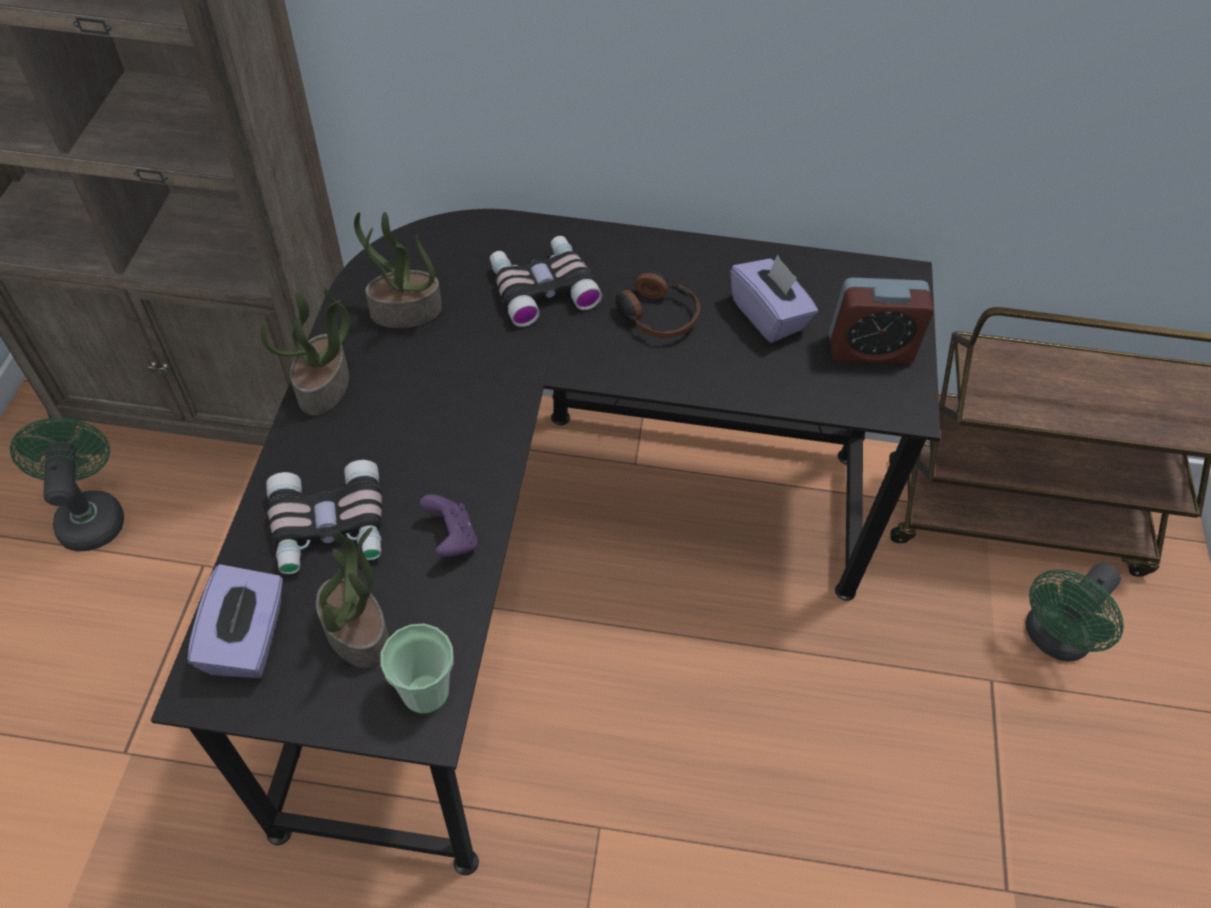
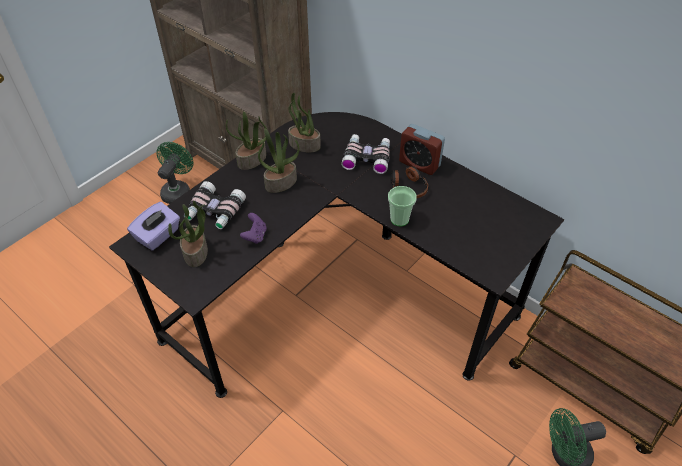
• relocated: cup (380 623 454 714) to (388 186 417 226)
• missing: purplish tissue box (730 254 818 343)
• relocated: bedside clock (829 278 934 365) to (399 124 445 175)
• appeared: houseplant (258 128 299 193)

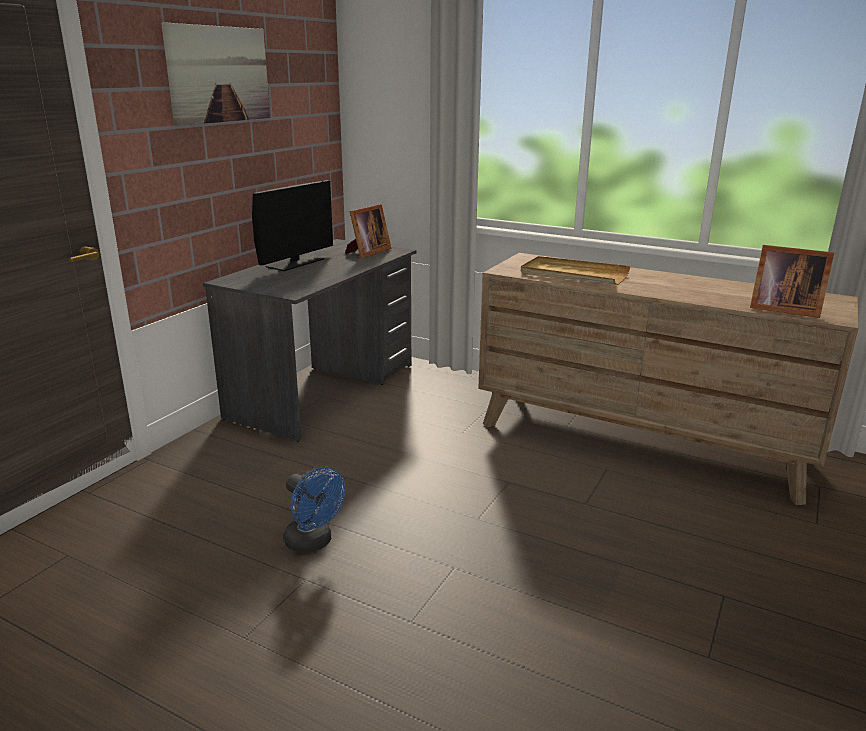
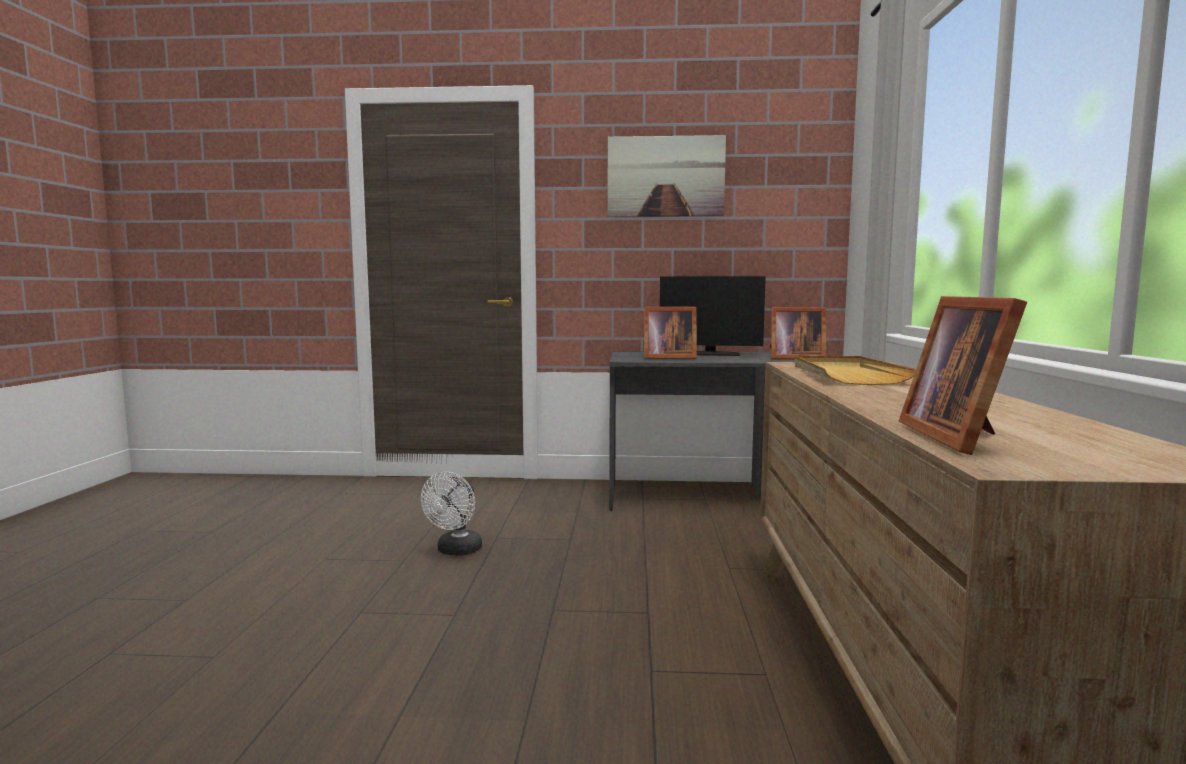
• colour: blue-coloured cooling fan (283 467 345 553) to white-coloured cooling fan (421 472 482 556)
• appeared: picture frame (644 307 697 359)

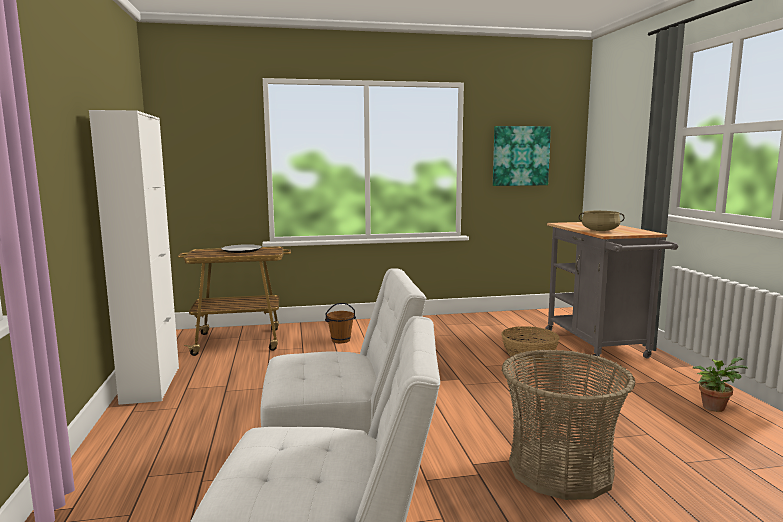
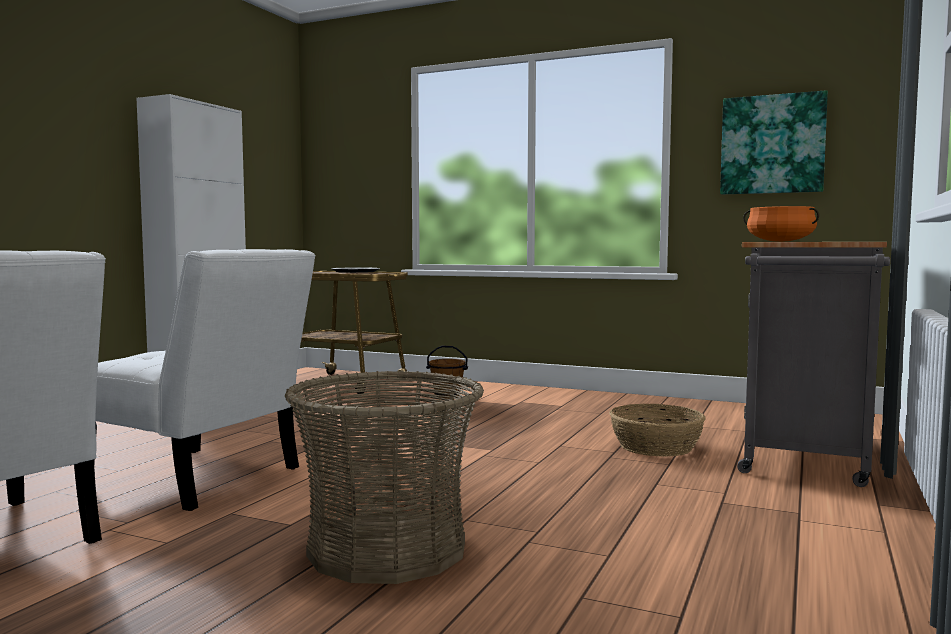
• colour: beige stockpot (579 211 625 231) to orangey stockpot (743 206 819 242)
• missing: houseplant (693 357 748 412)

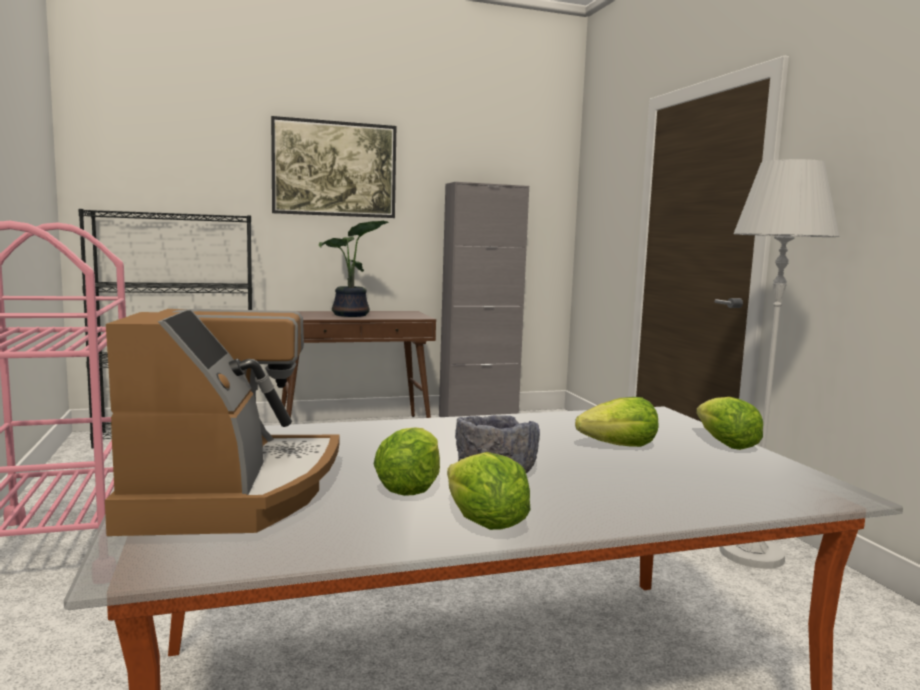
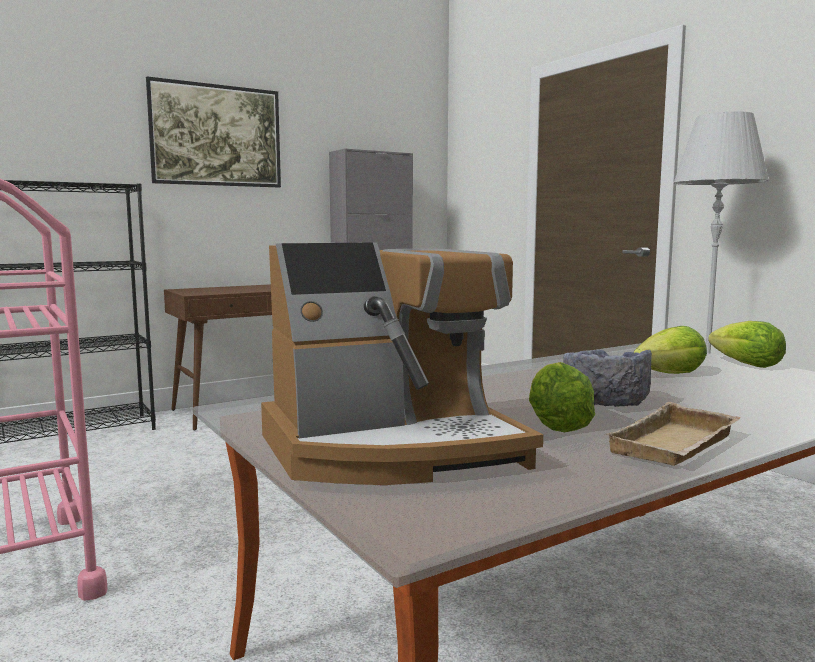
• spun: coffee maker (105 309 340 536) = (261 242 543 485) 90 degrees clockwise
• missing: houseplant (319 221 389 317)
• exchanged: lettuce (447 452 531 530) to beige tray (604 402 741 466)

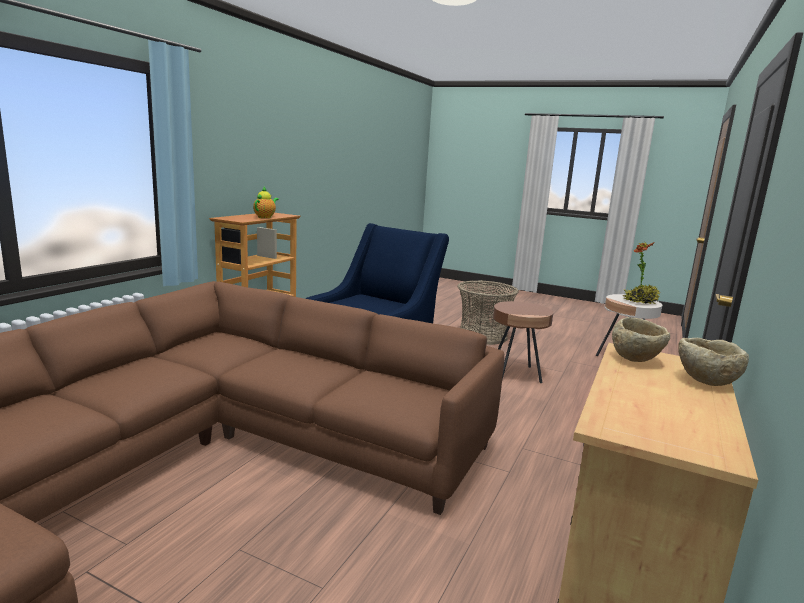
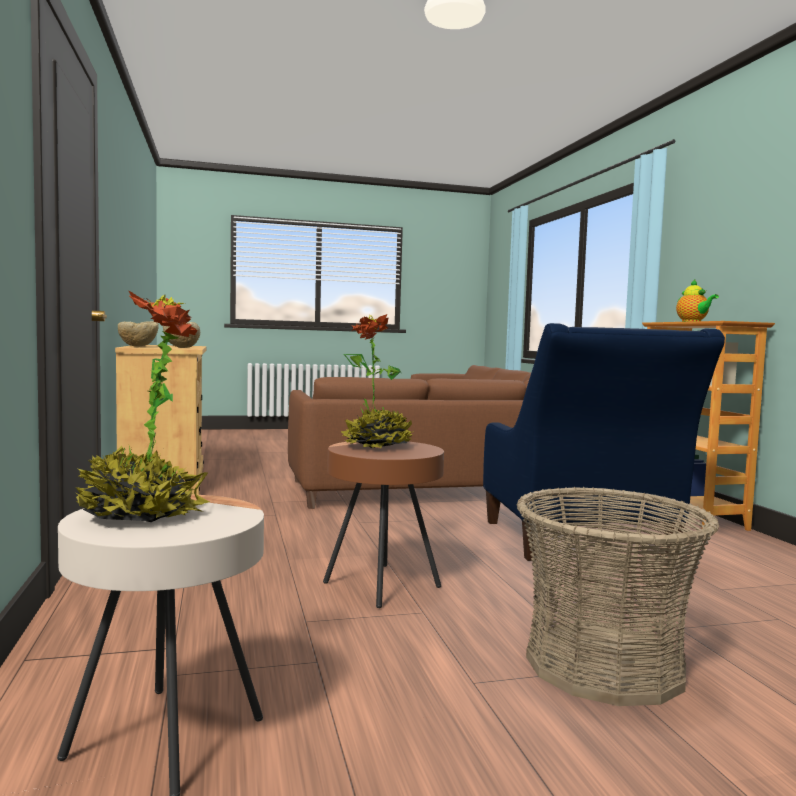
• appeared: houseplant (341 314 414 449)

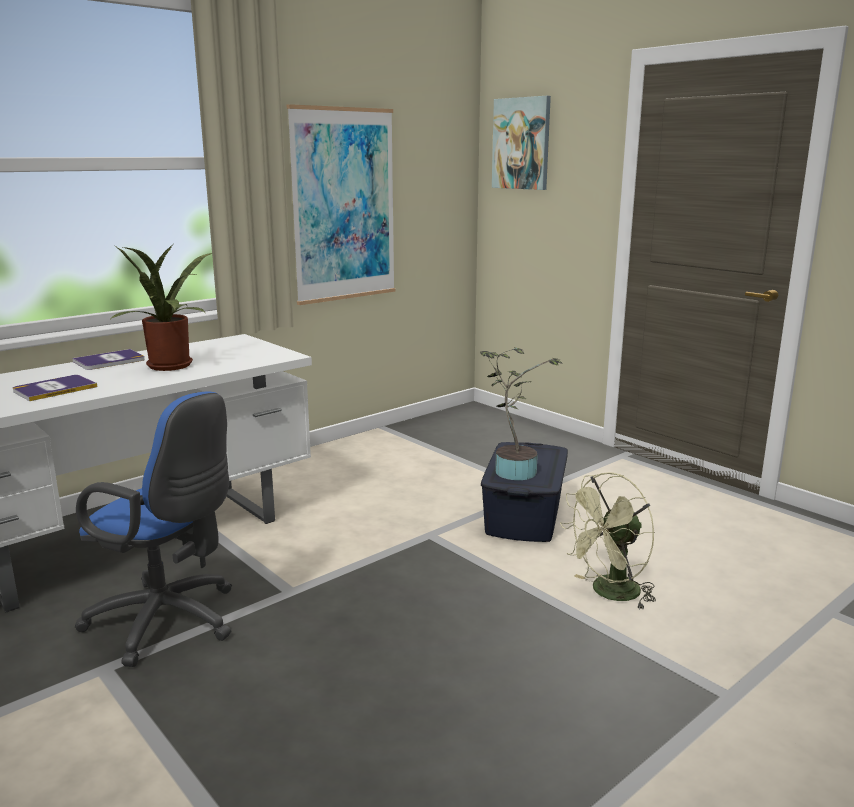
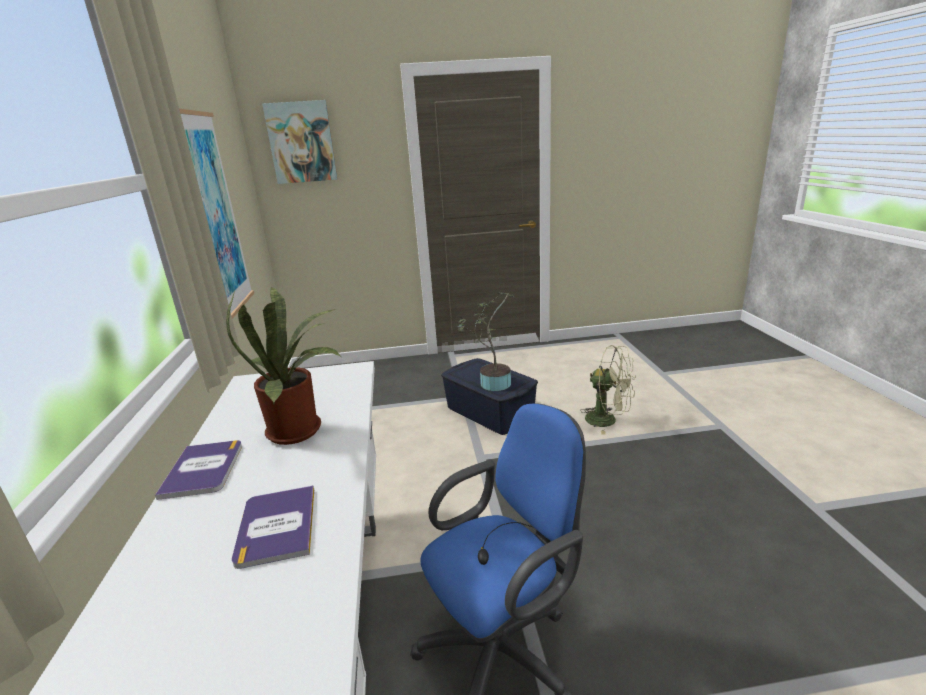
• spun: green-coloured cooling fan (560 472 656 610) = (580 345 636 435) 60 degrees counterclockwise

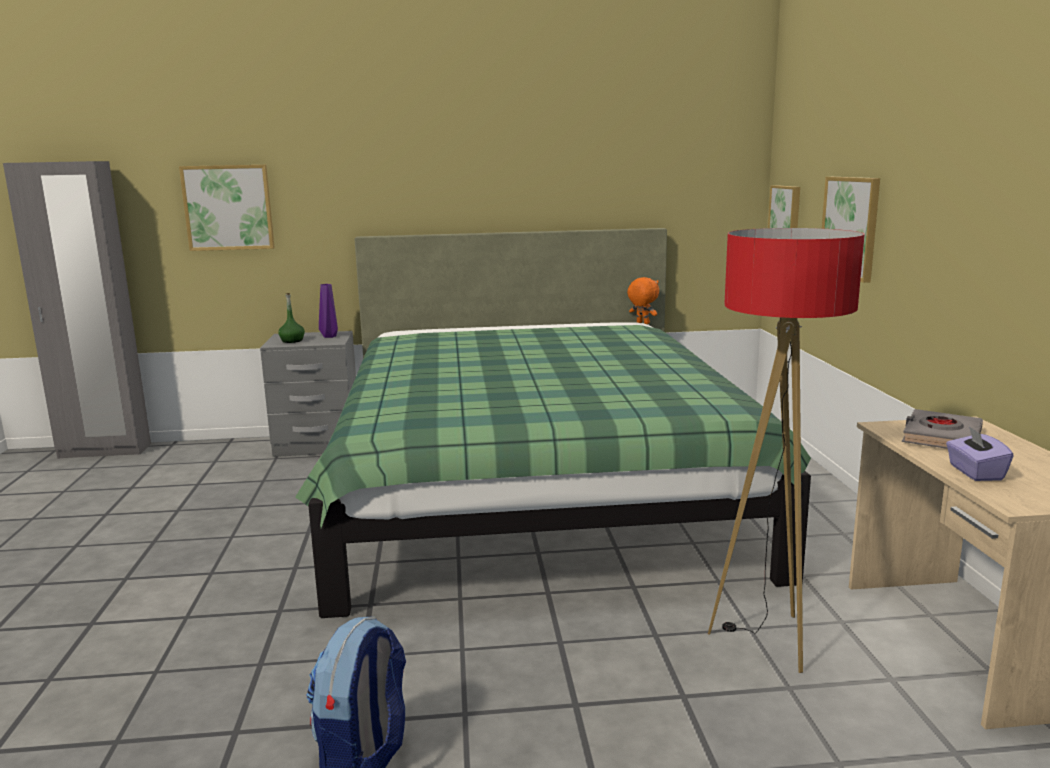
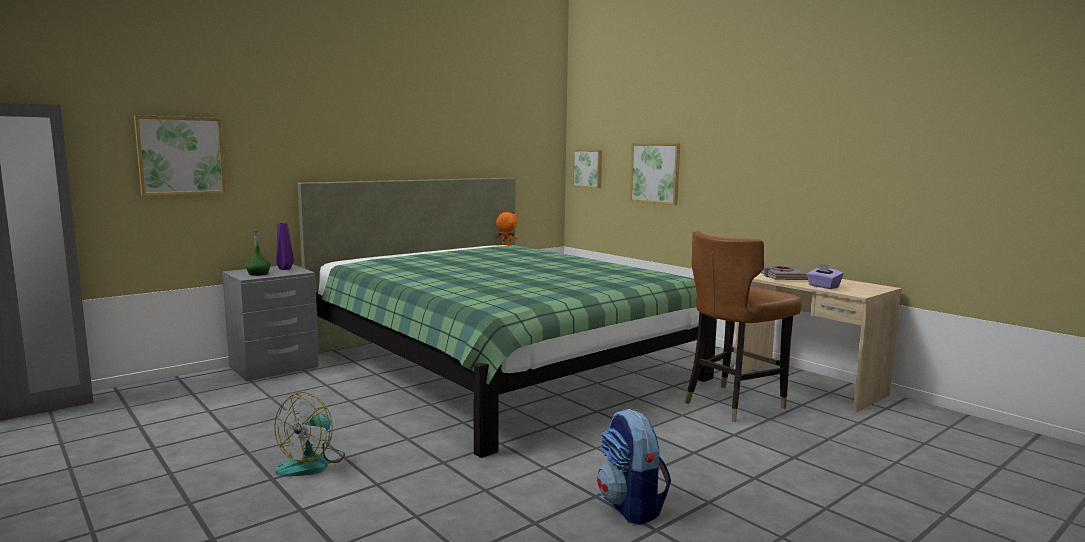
• exchanged: standing lamp (708 228 864 673) to brownish upright chair (685 231 802 422)
• appeared: cooling fan (274 392 345 476)

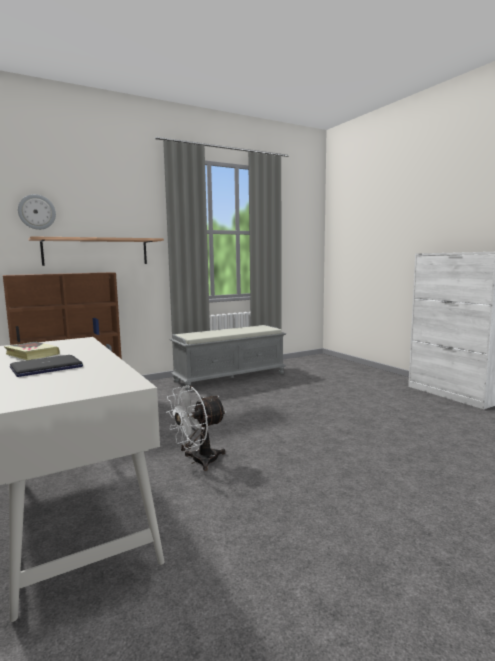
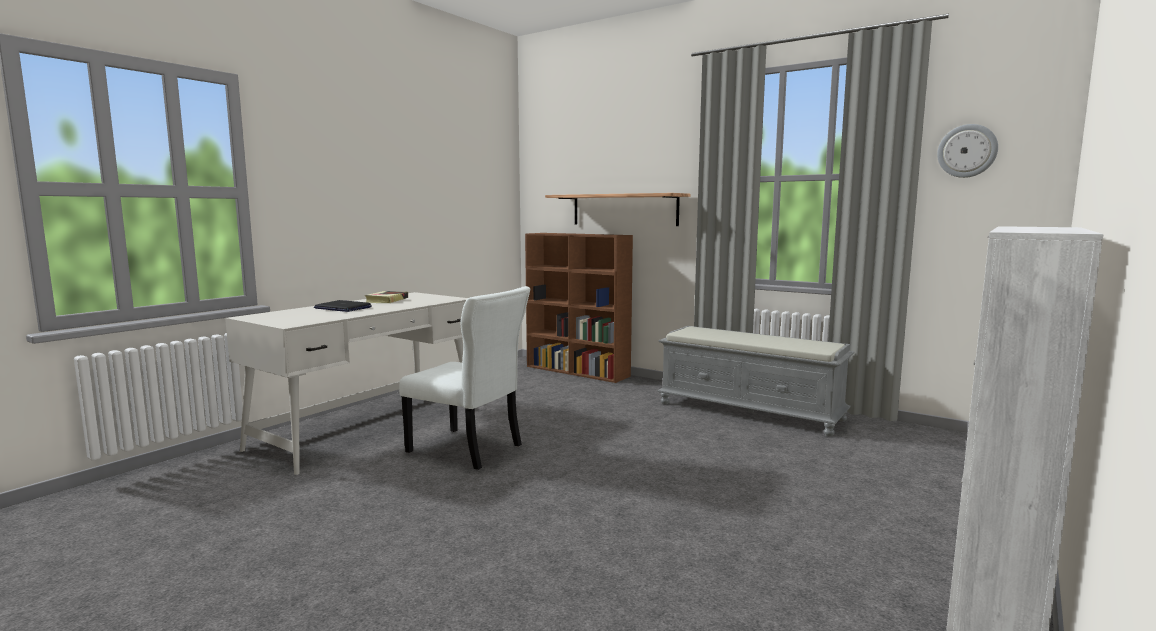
• relocated: clock on the wall (18 194 56 230) to (937 124 998 178)
• exchanged: white-coloured cooling fan (166 385 226 471) to white-coloured upright chair (399 286 530 470)

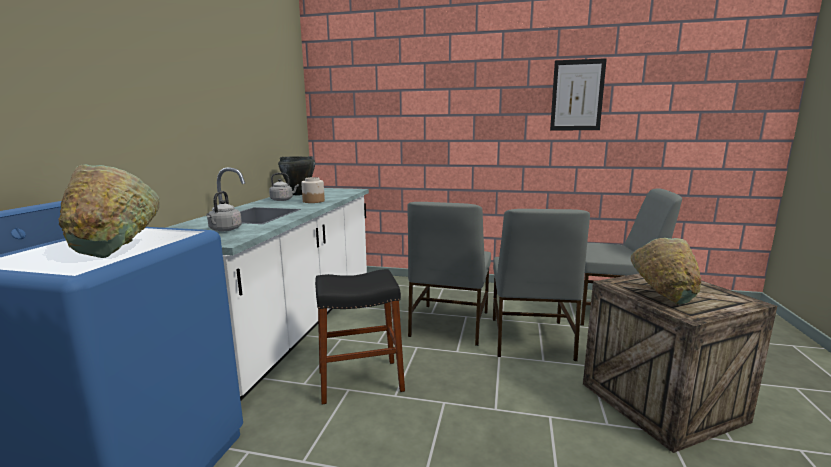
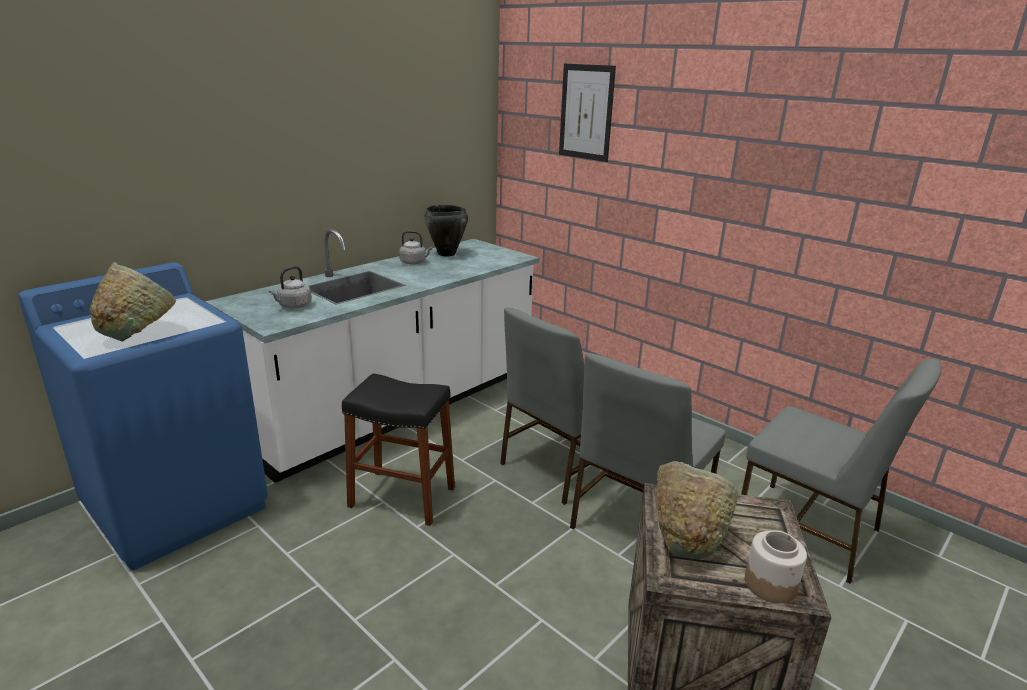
• relocated: preserve jar (301 177 325 203) to (745 531 807 604)
• relocated: wall art (550 58 607 130) to (559 64 616 162)

